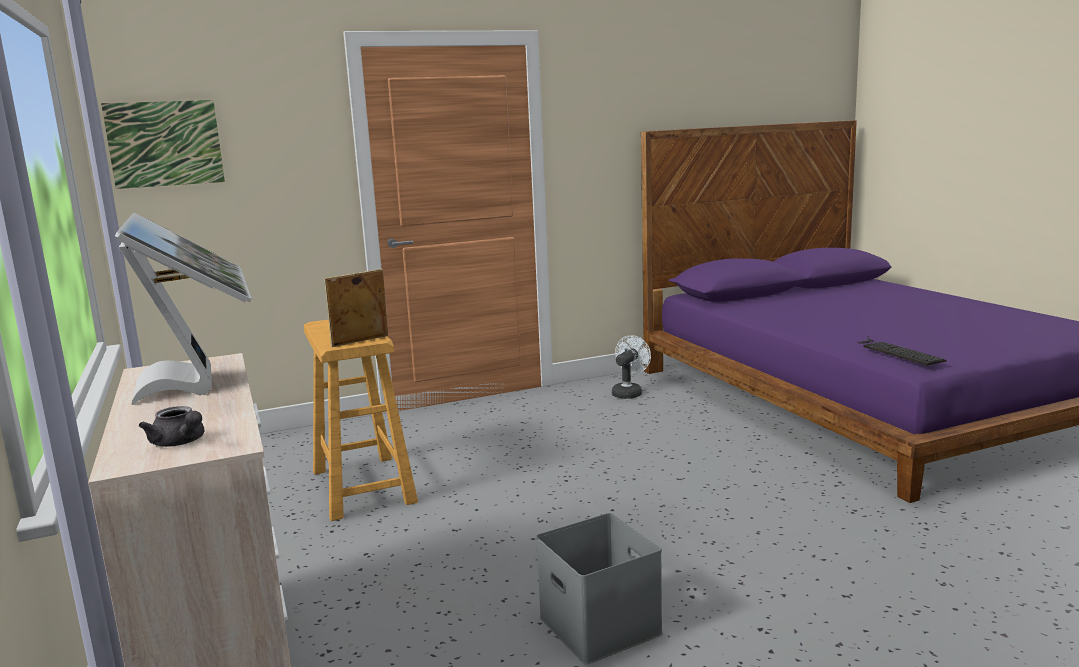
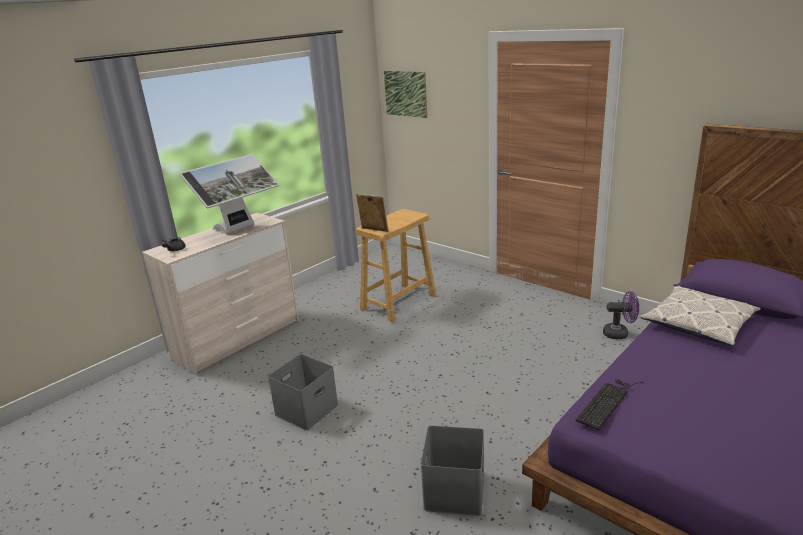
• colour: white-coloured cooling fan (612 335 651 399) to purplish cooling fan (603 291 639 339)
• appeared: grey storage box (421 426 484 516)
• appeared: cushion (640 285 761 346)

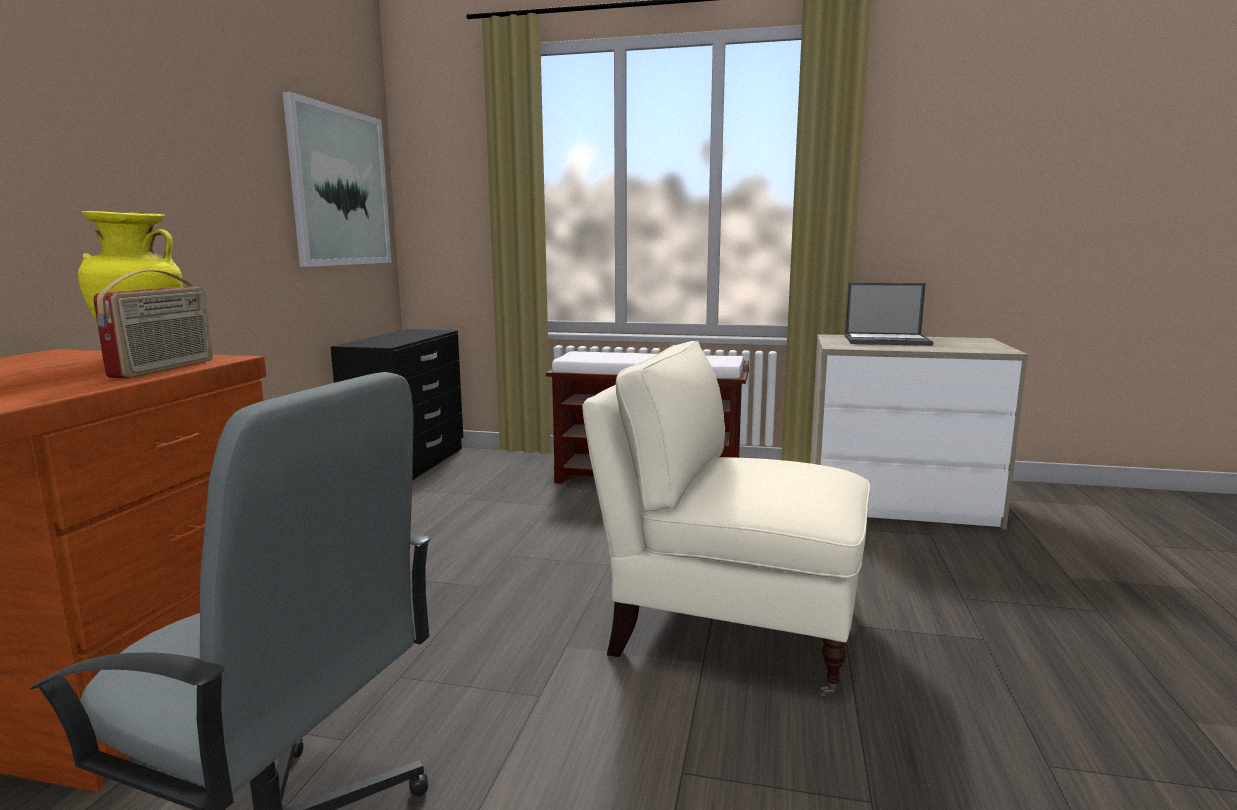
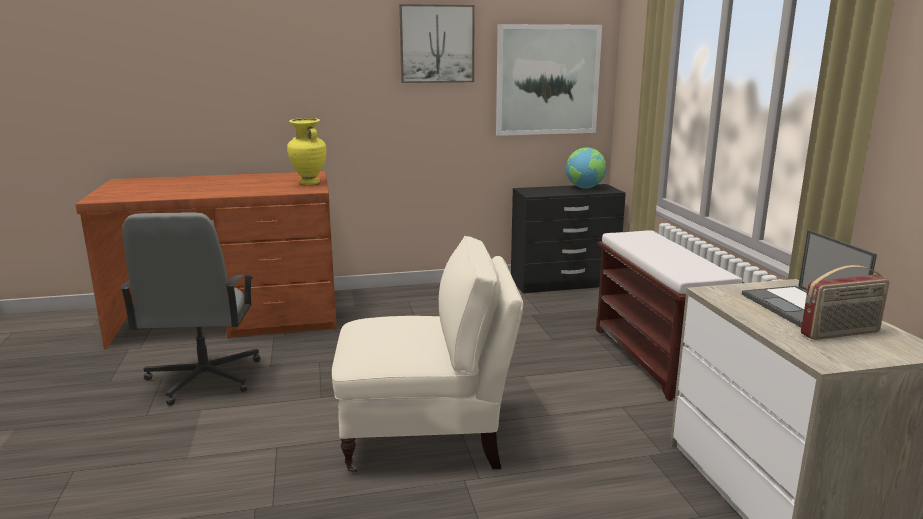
• relocated: radio receiver (93 270 213 378) to (801 265 890 340)
• spun: beige lounge chair (582 341 870 696) = (332 236 523 473) 90 degrees clockwise
• appeared: wall art (399 4 475 83)
• appeared: desk globe (566 148 606 189)

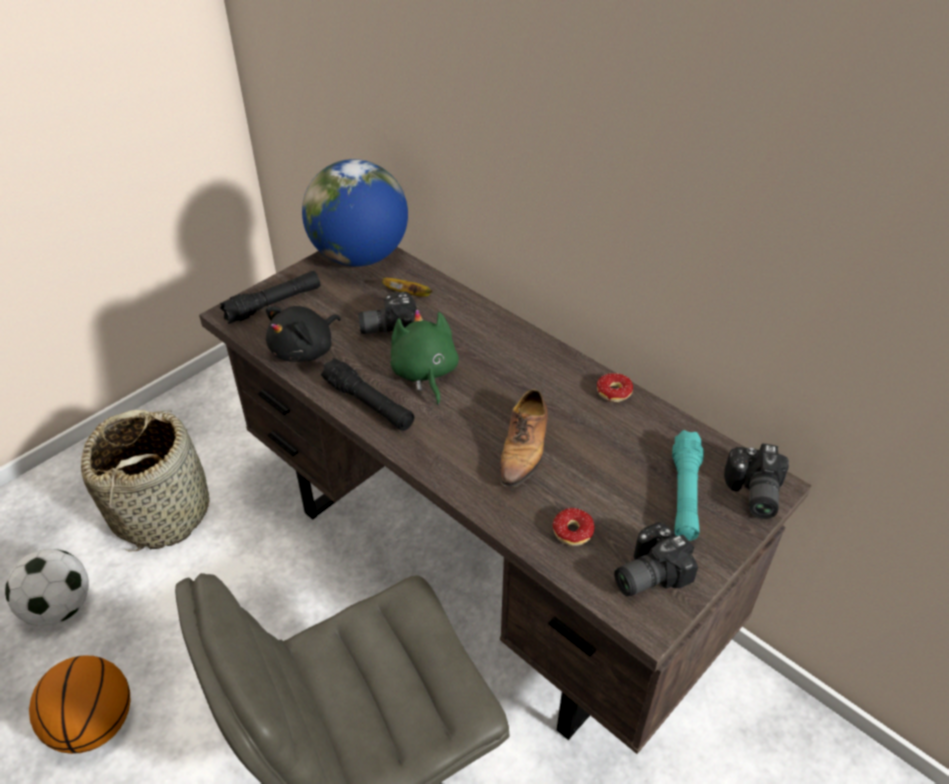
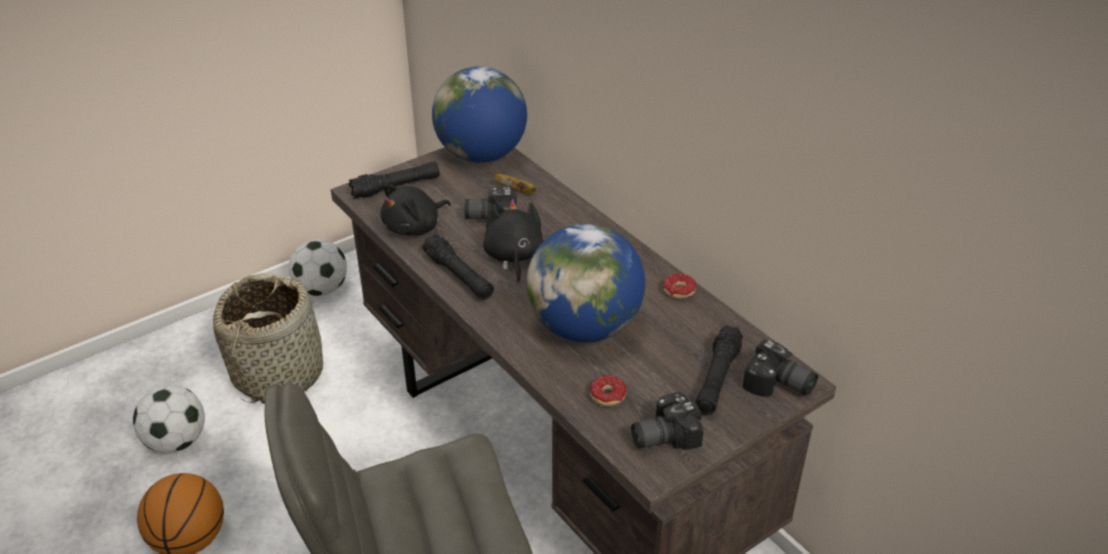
• colour: green-coloured cuddly toy (391 309 459 405) to black cuddly toy (483 199 543 283)
• exchanged: shoe (500 389 548 487) to desk globe (526 224 645 342)
• colour: turquoise flashlight (672 430 704 541) to black flashlight (695 325 743 415)
• spun: photo camera (724 444 789 519) = (743 340 818 397) 75 degrees counterclockwise
• appeared: football ball (289 239 347 296)

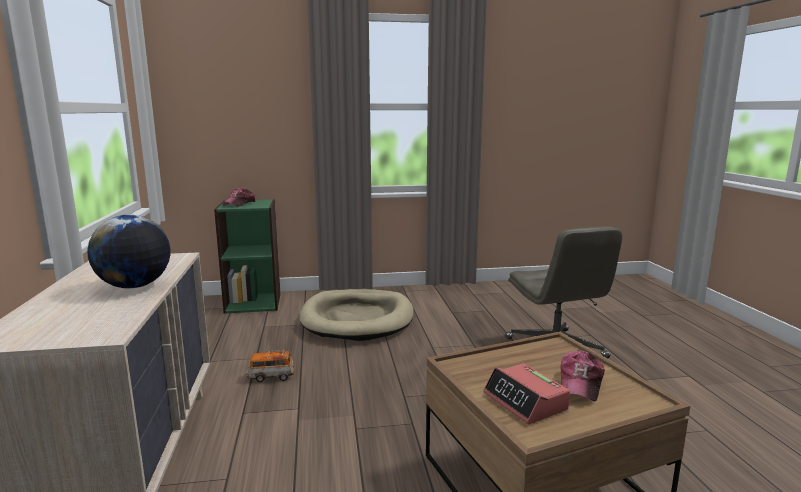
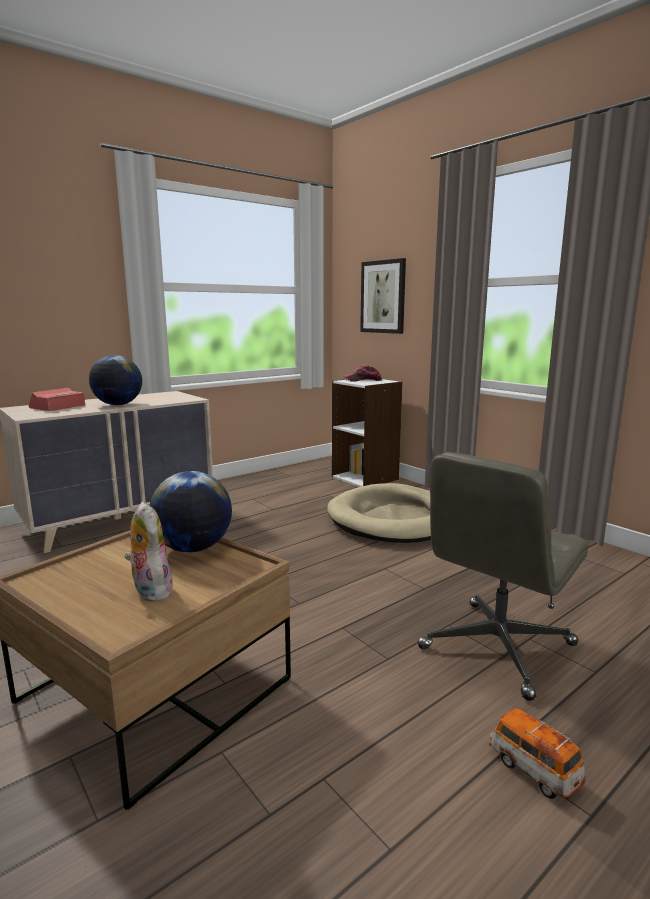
• colour: green-coloured shelving unit (214 199 281 314) to white-coloured shelving unit (332 379 403 487)
• relocated: model car (247 350 295 382) to (489 708 586 800)
• relocated: bedside clock (483 363 570 424) to (29 388 85 411)
• exchanged: baseball cap (561 351 605 402) to cuddly toy (125 502 173 602)
• appeared: desk globe (149 471 232 552)
• appeared: wall art (360 258 406 334)

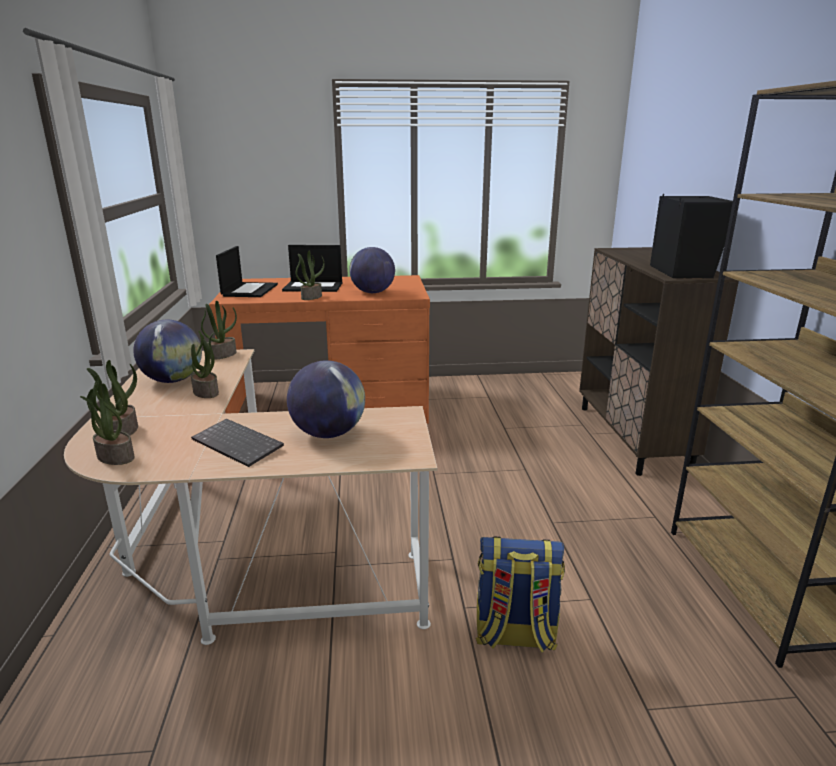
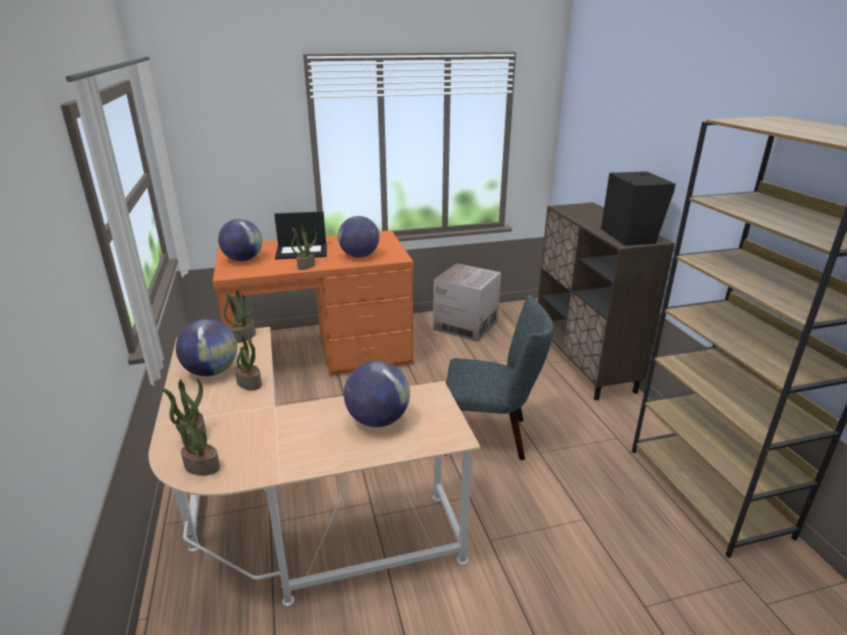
• missing: computer keyboard (191 419 284 467)
• exchanged: laptop (216 246 278 297) to desk globe (218 219 262 261)
• missing: rucksack (476 536 565 653)
• appeared: carton (433 263 501 342)
• appeared: grey upright chair (445 295 554 461)

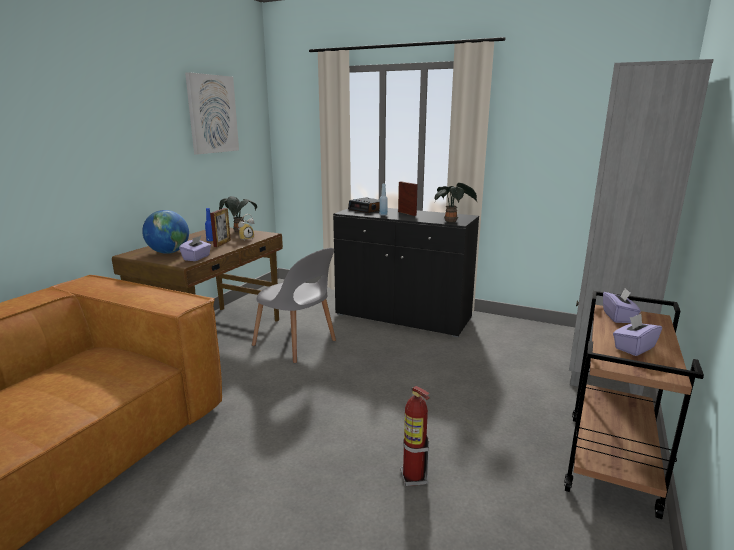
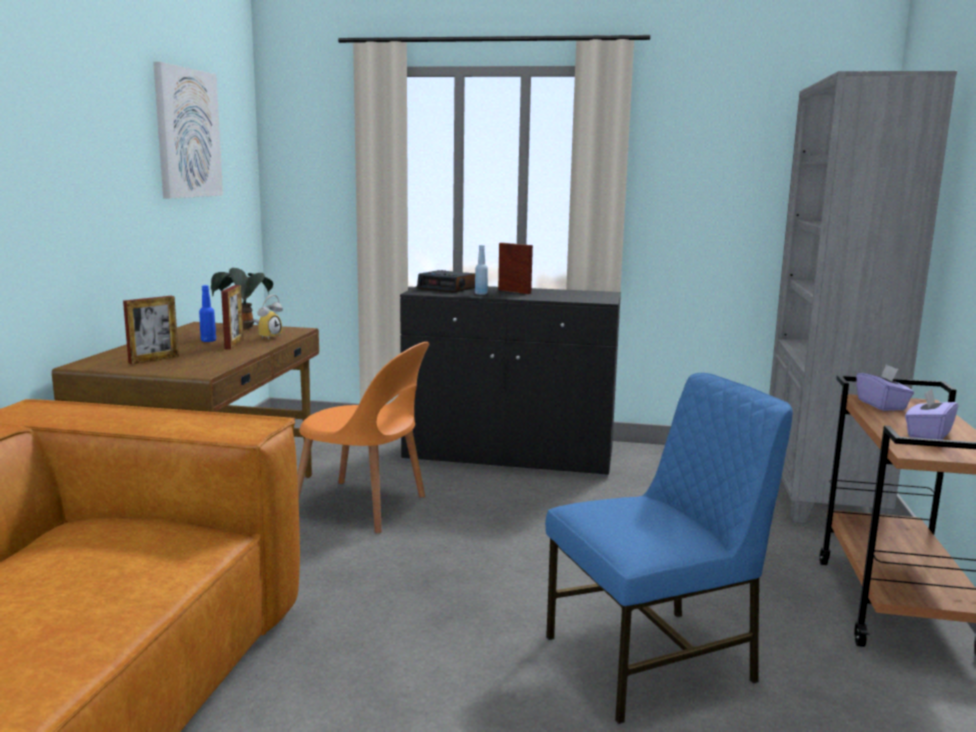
• exchanged: desk globe (142 210 189 254) to picture frame (123 296 179 364)
• missing: purplish tissue box (179 236 211 261)
• colour: grey upright chair (252 248 336 363) to orangey upright chair (297 342 429 533)
• exchanged: fire extinguisher (400 386 430 486) to blue-coloured upright chair (545 373 793 724)
• missing: houseplant (434 183 477 222)

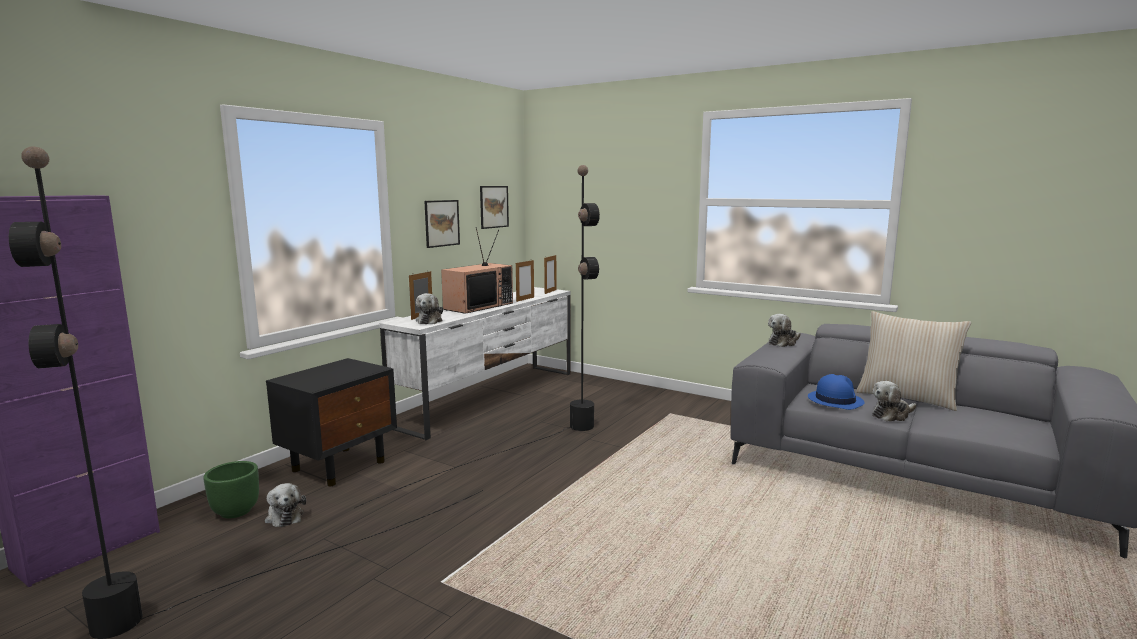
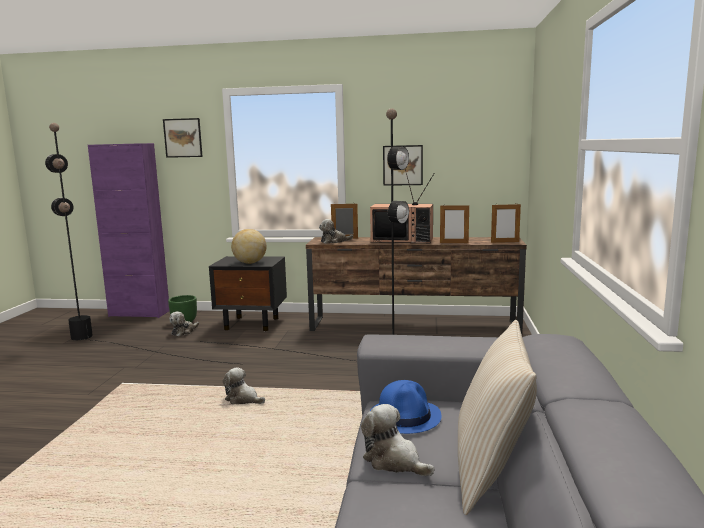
• colour: white-coloured tv unit (379 287 571 440) to brownish tv unit (306 237 527 334)
• relocated: wall art (480 186 509 229) to (163 118 203 158)
• relocated: cuddly toy (768 314 801 347) to (223 368 265 404)
• appeared: desk globe (231 229 267 264)

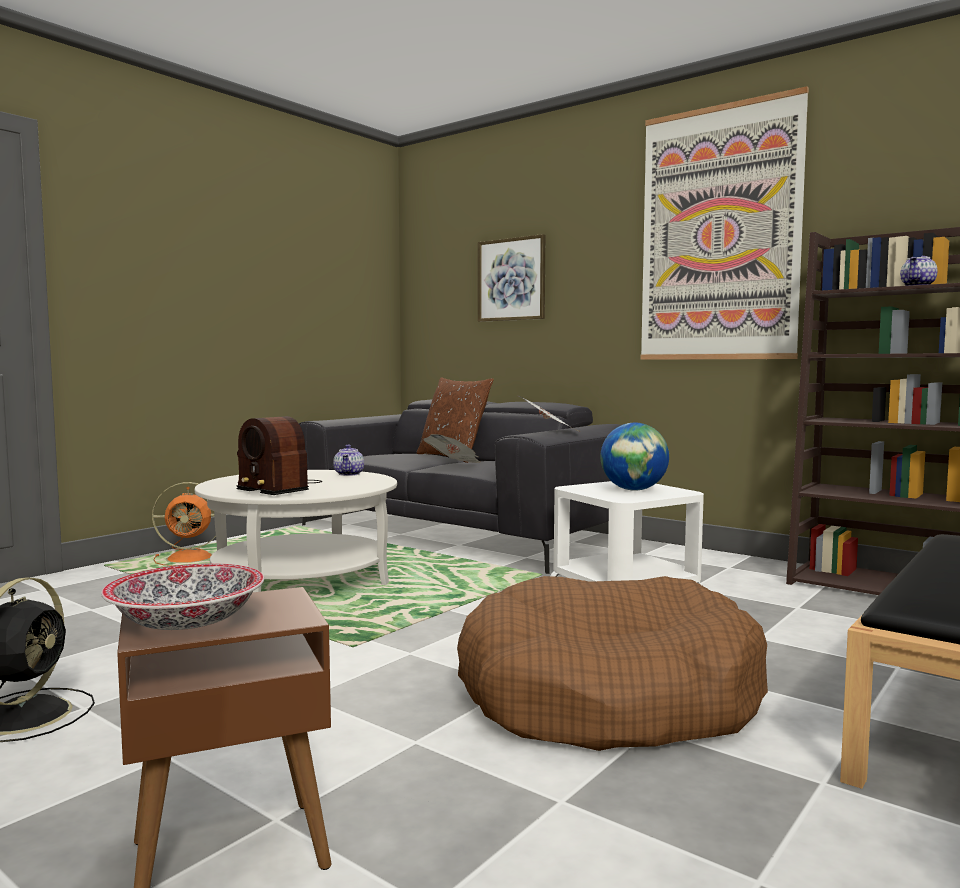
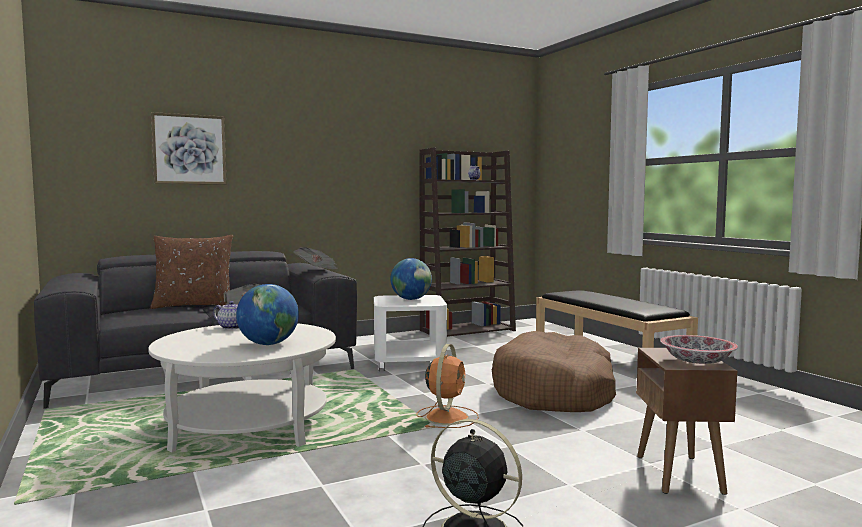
• relocated: orangey cooling fan (152 482 216 566) to (416 344 479 428)
• exchanged: radio receiver (236 416 322 495) to desk globe (236 284 299 345)
• missing: wall art (640 86 809 360)

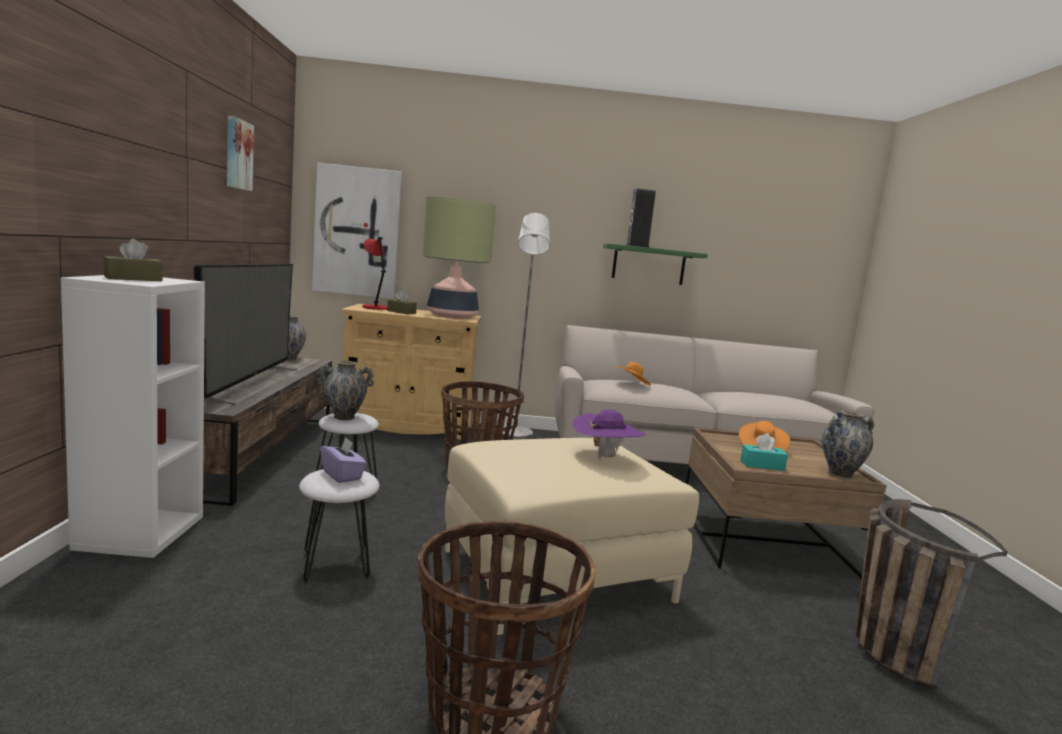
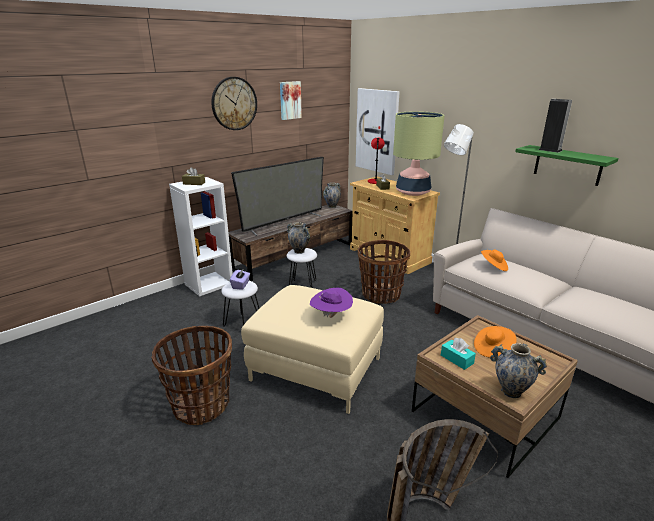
• appeared: clock on the wall (211 77 257 130)

